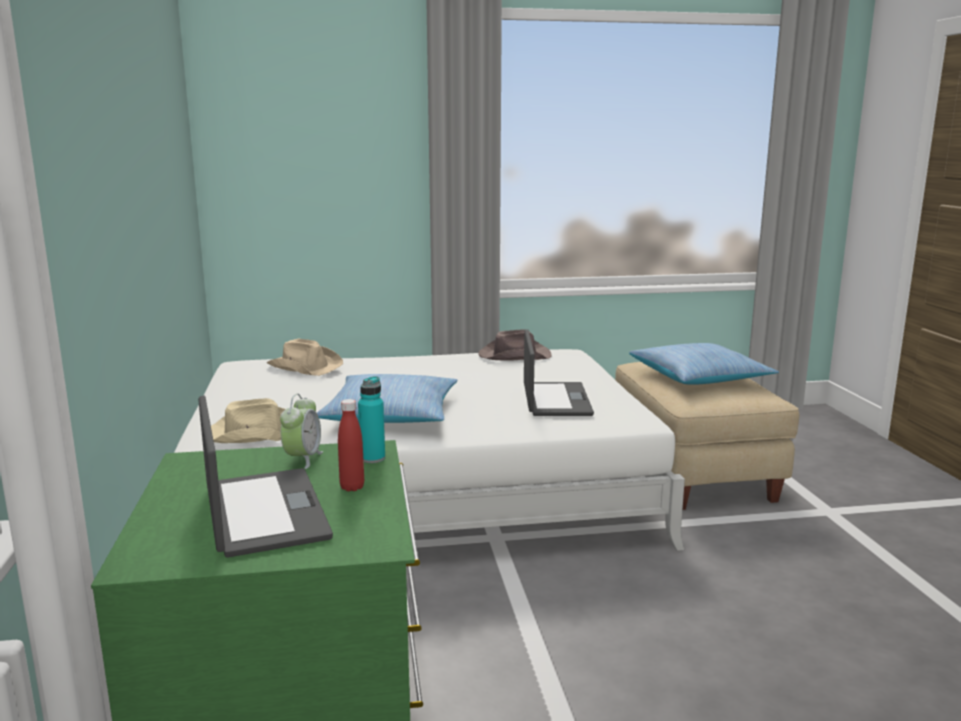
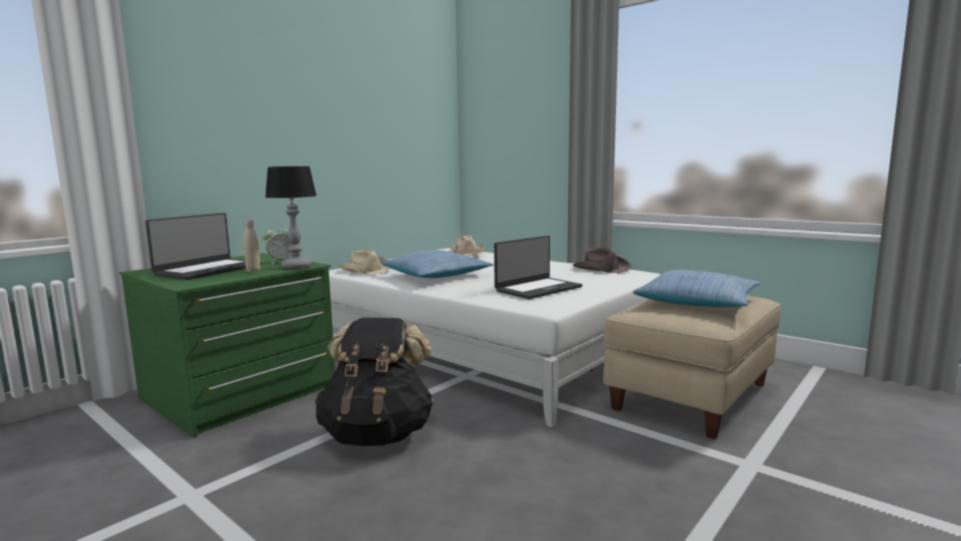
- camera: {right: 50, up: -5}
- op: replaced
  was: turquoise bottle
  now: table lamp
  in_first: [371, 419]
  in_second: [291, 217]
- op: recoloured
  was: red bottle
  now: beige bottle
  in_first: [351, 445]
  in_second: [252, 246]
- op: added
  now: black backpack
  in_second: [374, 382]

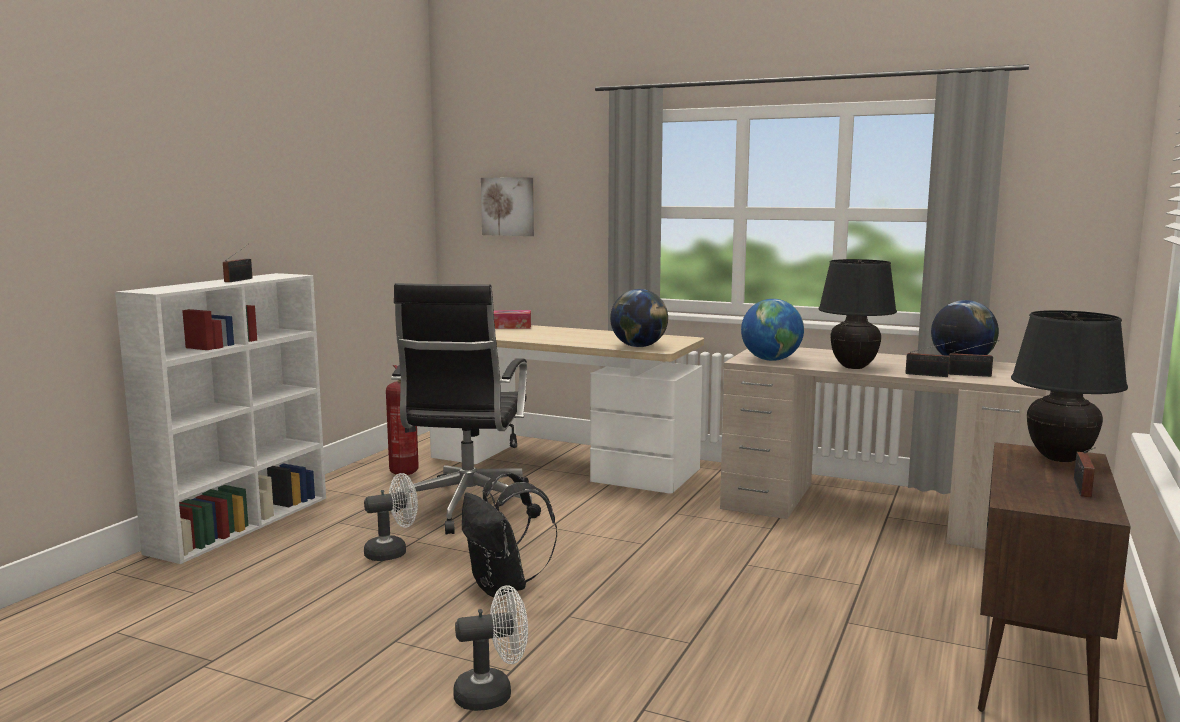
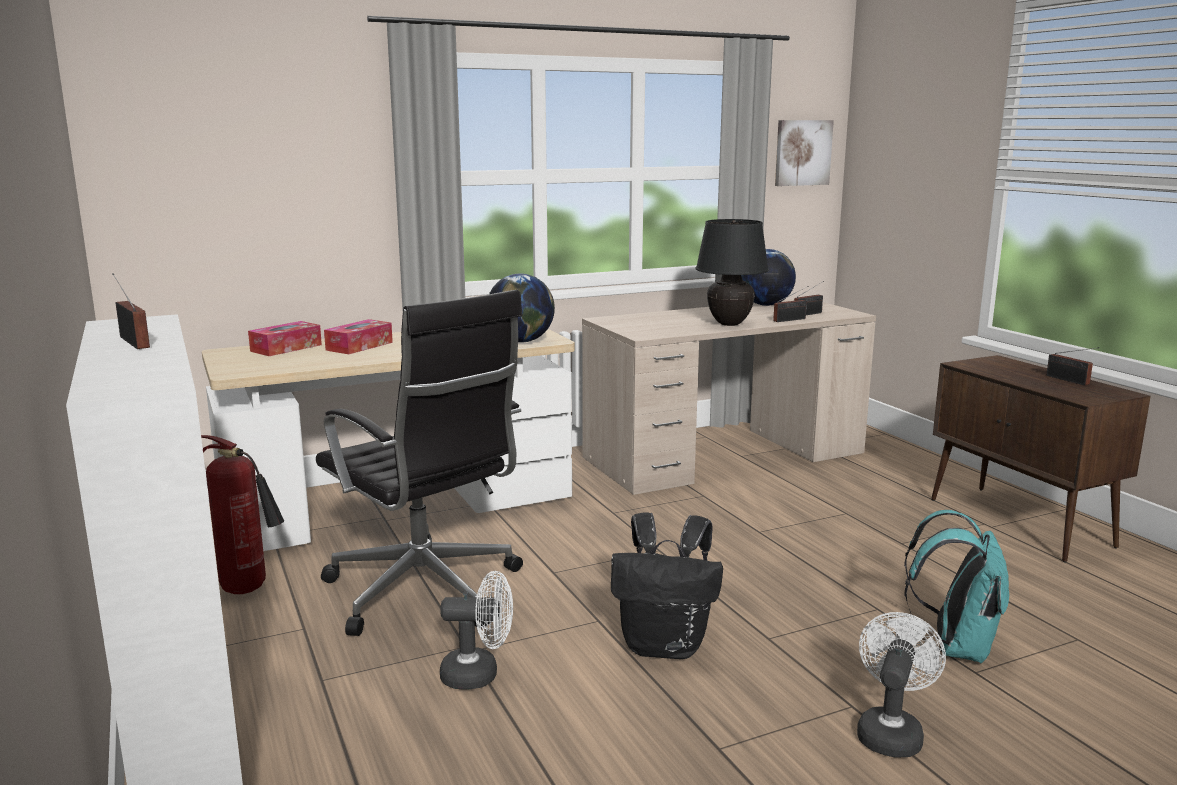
- camera: {right: -50, up: 5}
- op: moved
  was: picture
  in_first: [507, 206]
  in_second: [804, 153]
- op: removed
  was: globe
  in_first: [772, 330]
- op: removed
  was: black table lamp
  in_first: [1069, 386]
- op: turned
  was: white fan
  in_first: [391, 517]
  in_second: [476, 630]
  clockwise: 75
- op: added
  now: tissue box
  in_second: [358, 336]
- op: added
  now: turquoise backpack
  in_second: [956, 587]

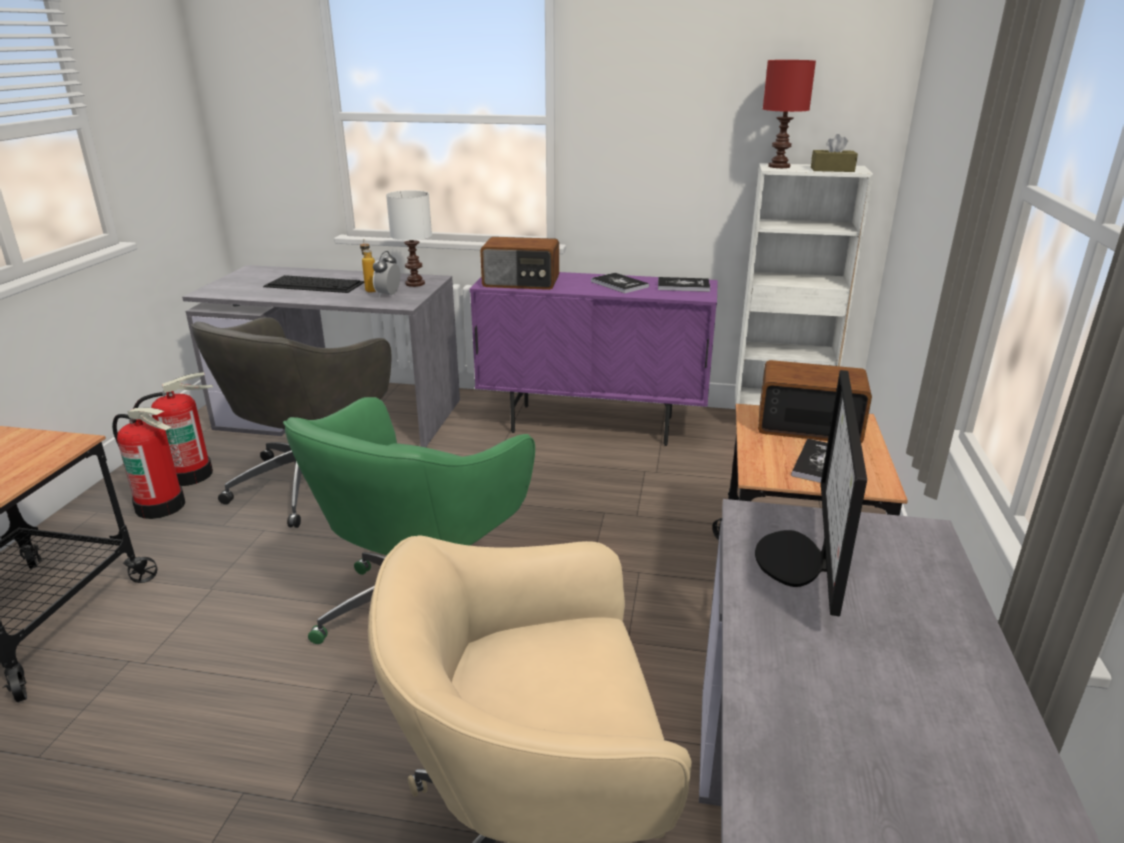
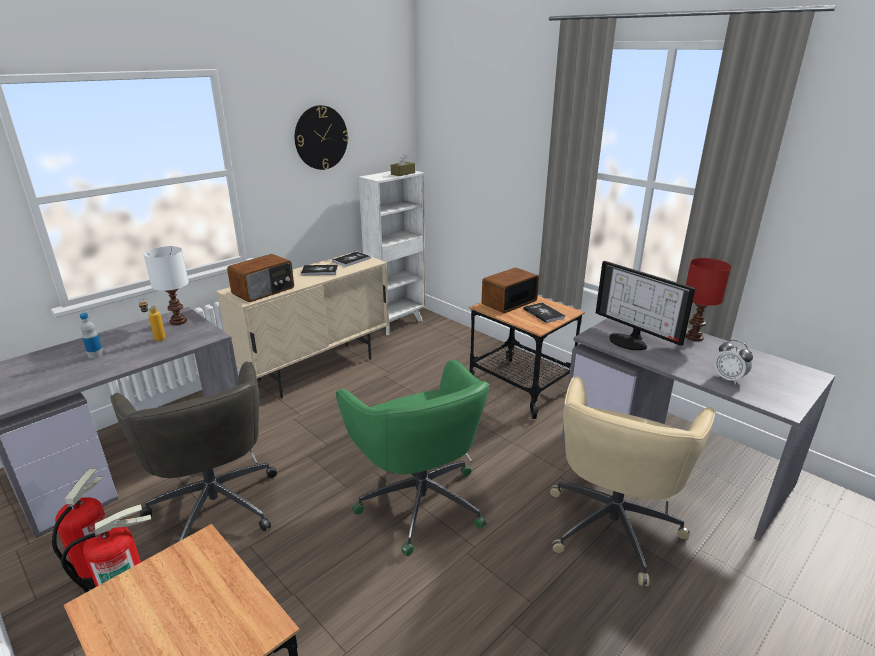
- camera: {right: -55, up: 0}
- op: moved
  was: red table lamp
  in_first: [789, 114]
  in_second: [708, 299]
- op: moved
  was: alarm clock
  in_first: [387, 274]
  in_second: [733, 362]
- op: recoloured
  was: purple cabinet
  now: beige cabinet
  in_first: [594, 359]
  in_second: [302, 325]
- op: replaced
  was: keyboard
  now: bottle
  in_first: [313, 284]
  in_second: [92, 335]
- op: added
  now: wall clock
  in_second: [322, 137]

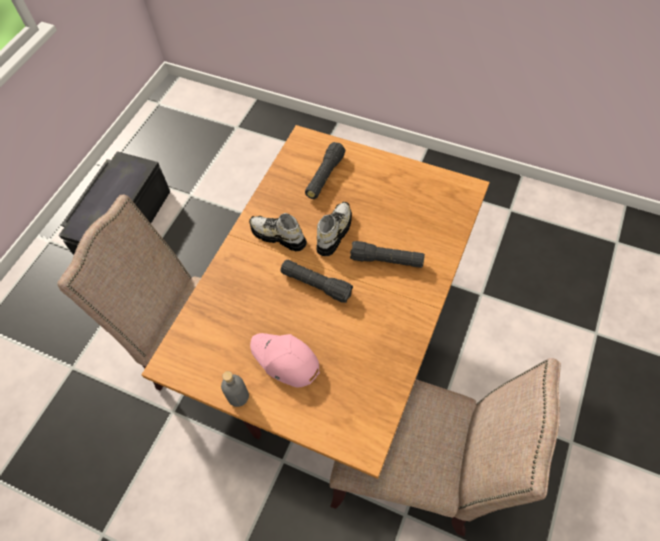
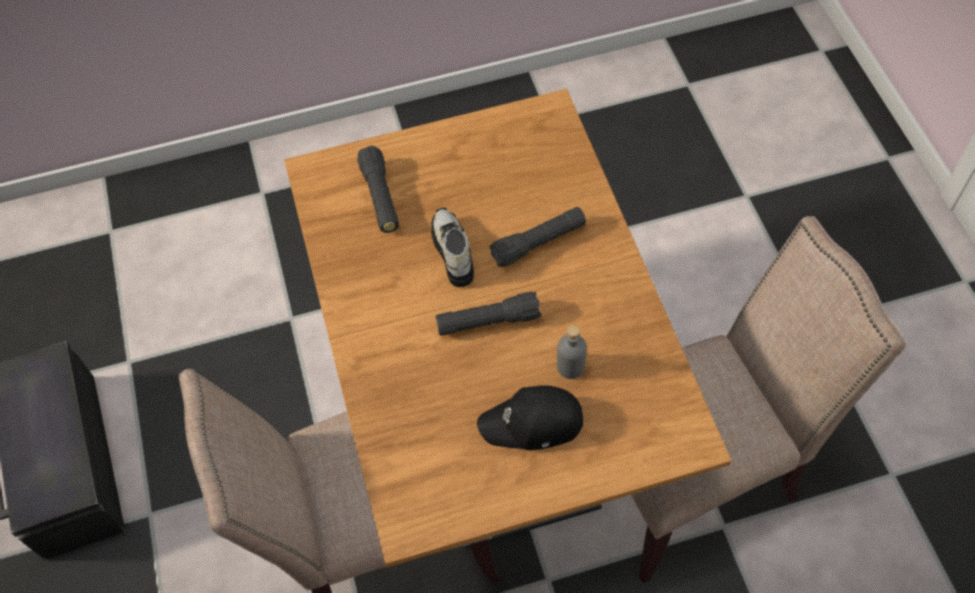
- camera: {right: -40, up: 0}
- op: removed
  was: shoe
  in_first: [278, 232]
- op: recoloured
  was: pink cap
  now: black cap
  in_first: [285, 360]
  in_second: [530, 417]
- op: moved
  was: grey bottle
  in_first: [235, 389]
  in_second: [572, 352]

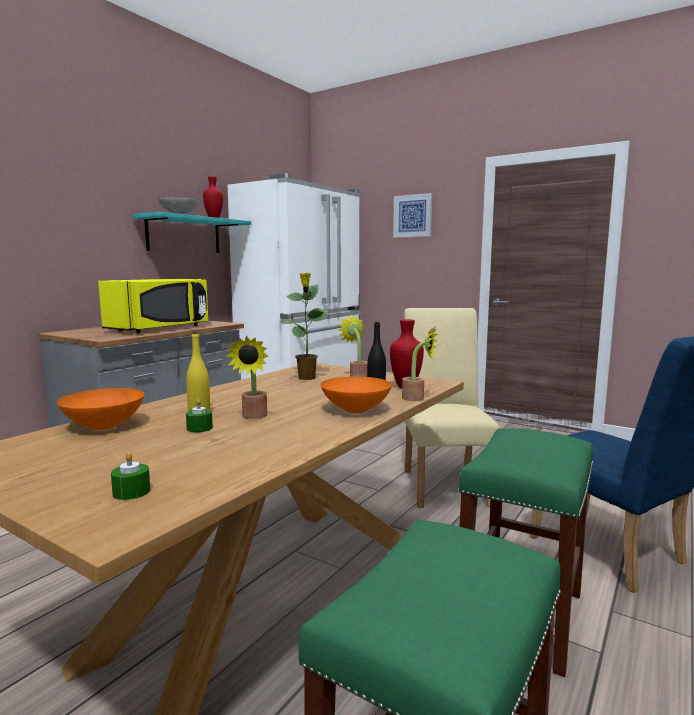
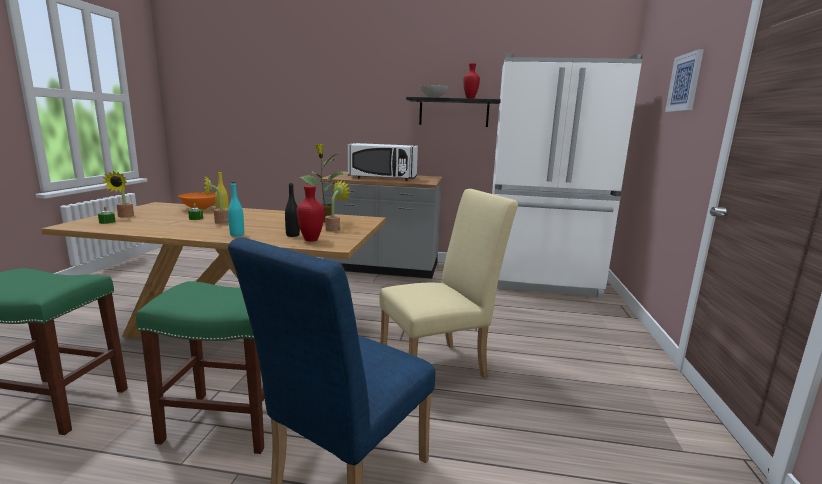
- camera: {right: 65, up: 5}
- op: recoloured
  was: turquoise shelf
  now: black shelf
  in_first: [192, 232]
  in_second: [453, 112]
- op: recoloured
  was: yellow microwave
  now: white microwave
  in_first: [153, 306]
  in_second: [383, 162]
- op: moved
  was: potted plant
  in_first: [420, 364]
  in_second: [118, 194]
- op: replaced
  was: orange bowl
  now: turquoise bottle
  in_first: [356, 394]
  in_second: [236, 209]

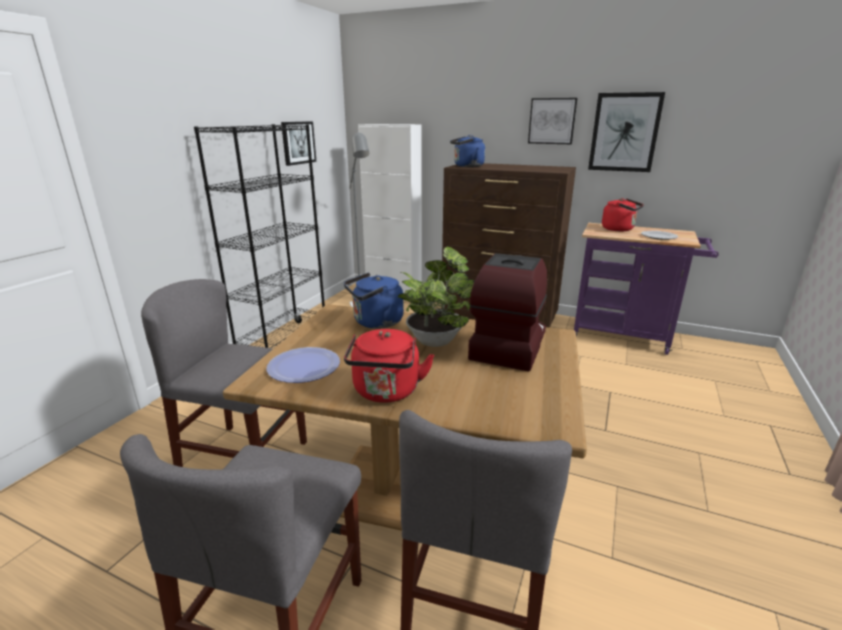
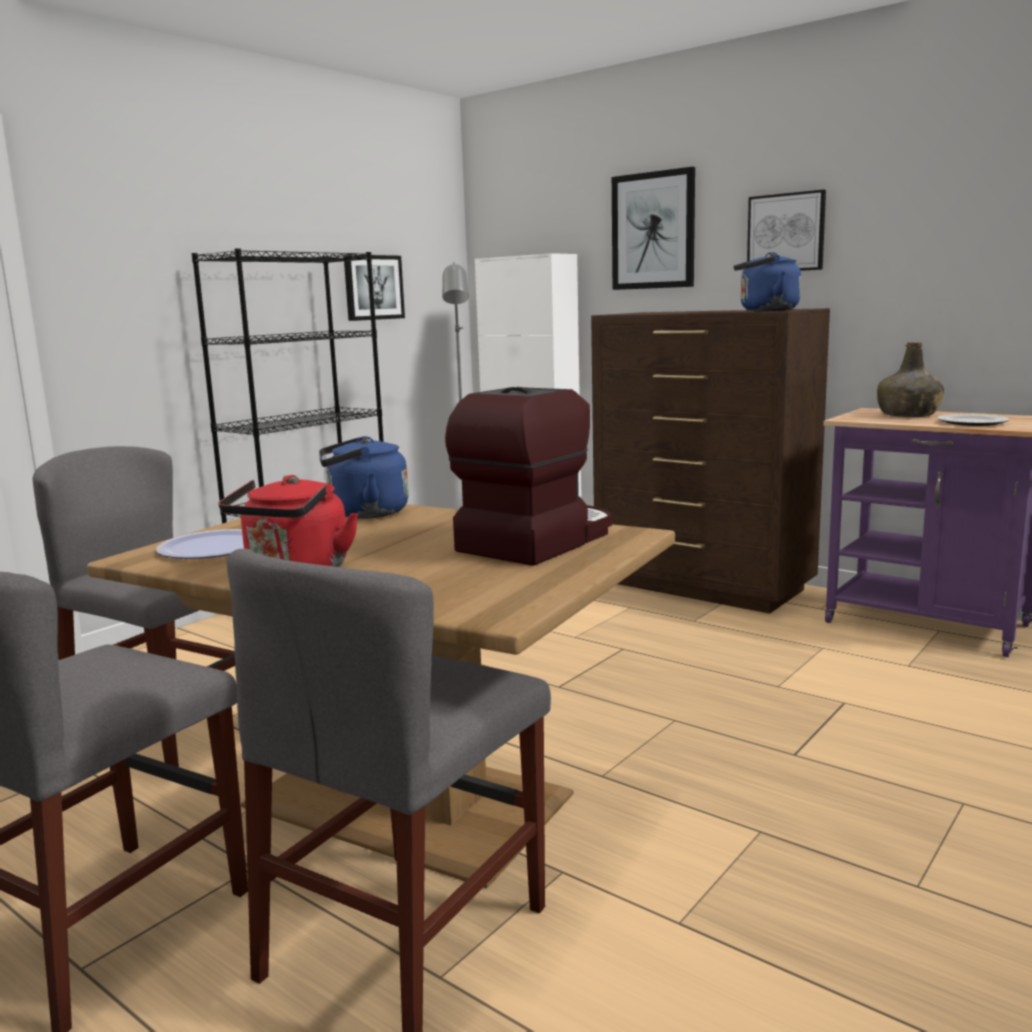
- camera: {right: 15, up: -10}
- op: moved
  was: picture
  in_first: [626, 132]
  in_second: [653, 228]
- op: moved
  was: blue kettle
  in_first: [467, 151]
  in_second: [767, 281]
- op: replaced
  was: red kettle
  now: green bottle
  in_first: [623, 214]
  in_second: [910, 379]
- op: removed
  was: potted plant
  in_first: [436, 296]

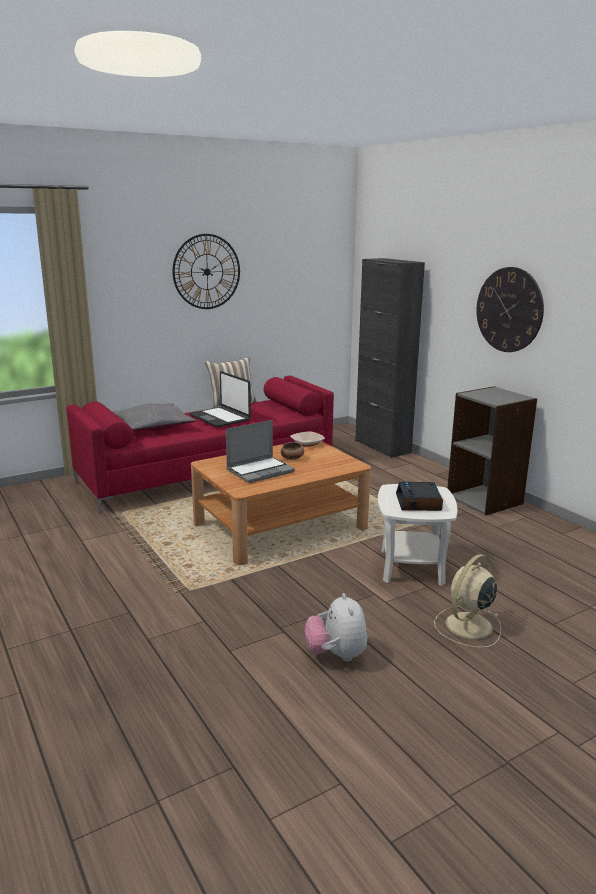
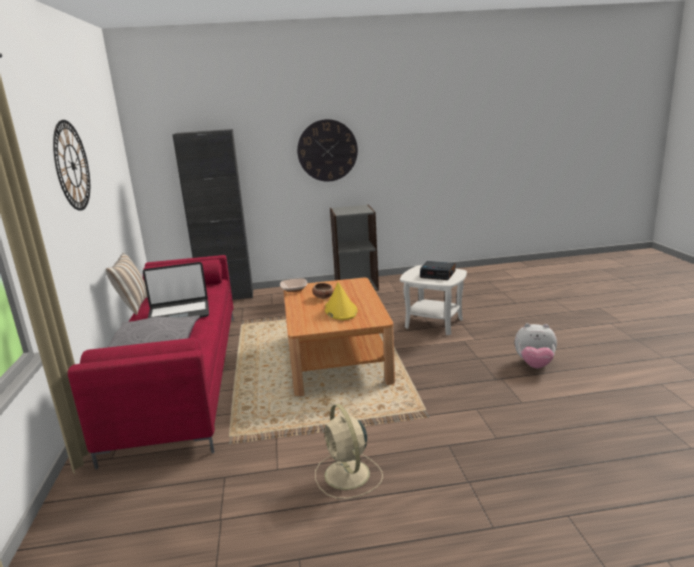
- camera: {right: -65, up: 0}
- op: replaced
  was: laptop
  now: yellow hat
  in_first: [260, 451]
  in_second: [341, 301]
- op: moved
  was: beige fan
  in_first: [467, 601]
  in_second: [349, 451]

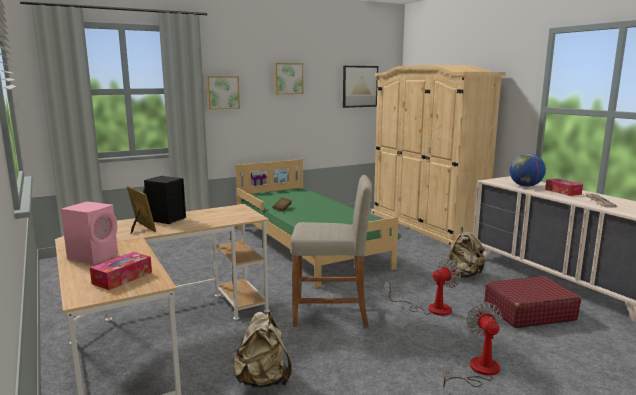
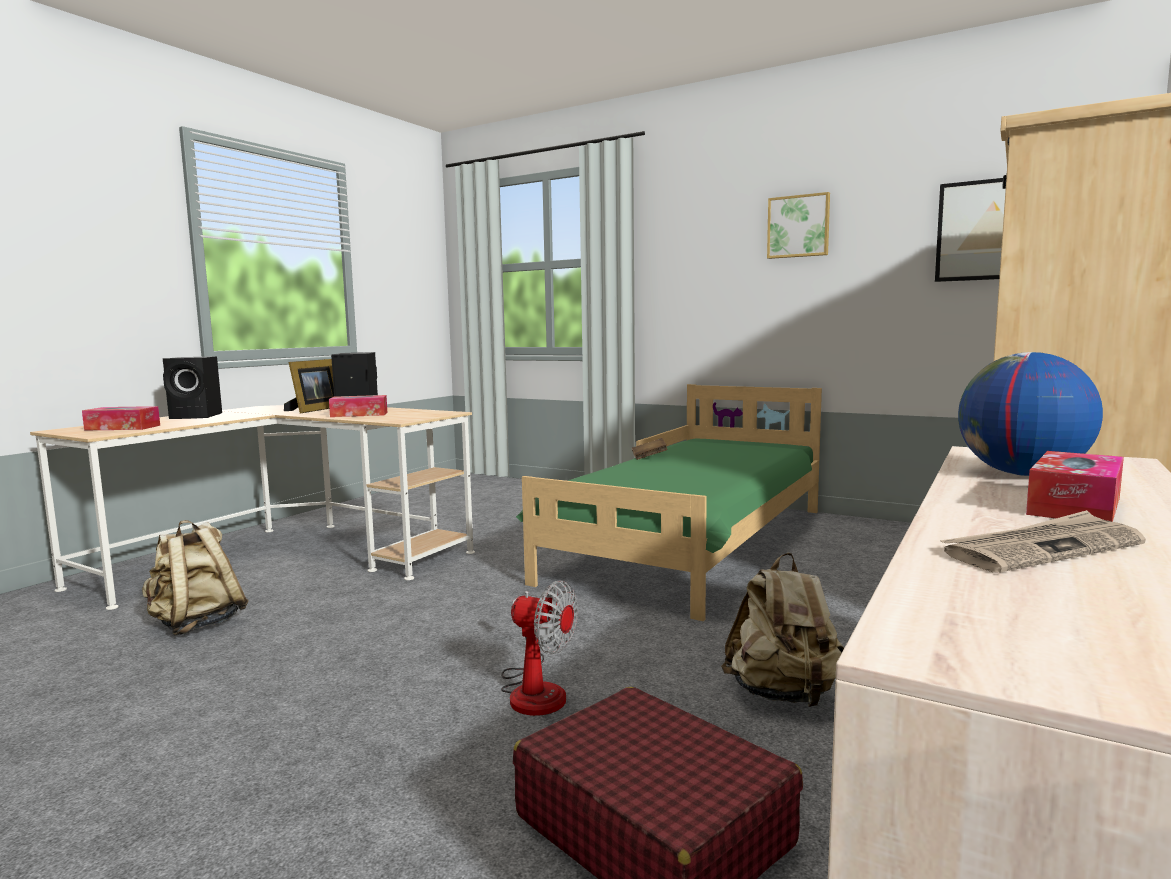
- camera: {right: 60, up: -5}
- op: removed
  was: picture
  in_first: [223, 93]
- op: removed
  was: beige stool
  in_first: [331, 251]
- op: recoloured
  was: pink speaker
  now: black speaker
  in_first: [89, 232]
  in_second: [192, 387]
- op: removed
  was: fan
  in_first: [473, 345]
- op: added
  now: tissue box
  in_second: [358, 406]

